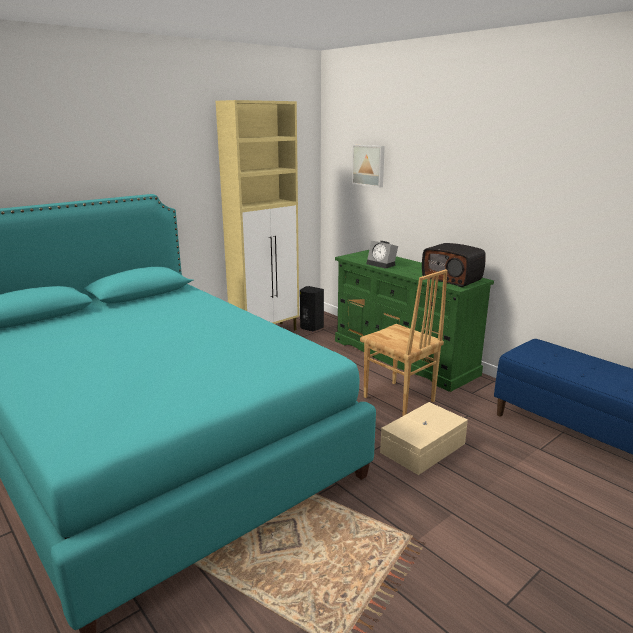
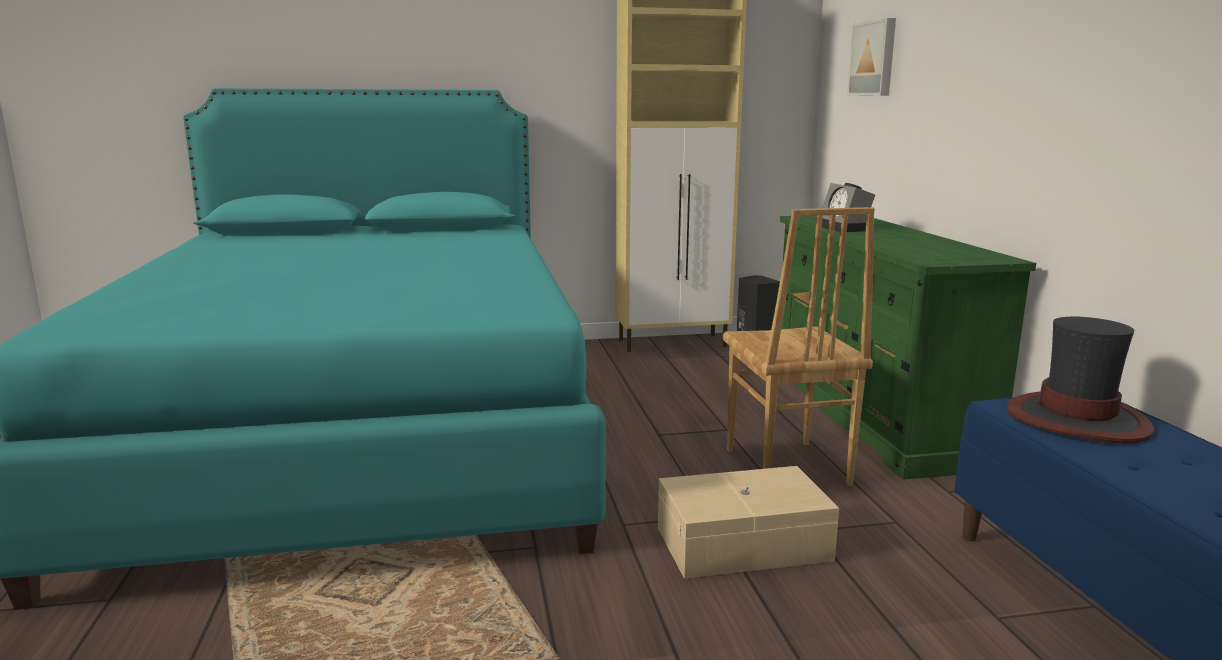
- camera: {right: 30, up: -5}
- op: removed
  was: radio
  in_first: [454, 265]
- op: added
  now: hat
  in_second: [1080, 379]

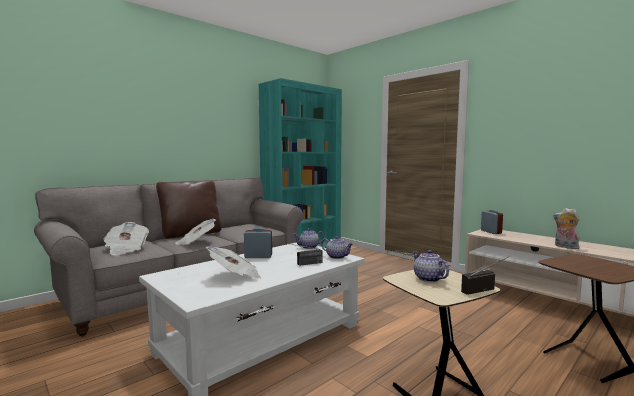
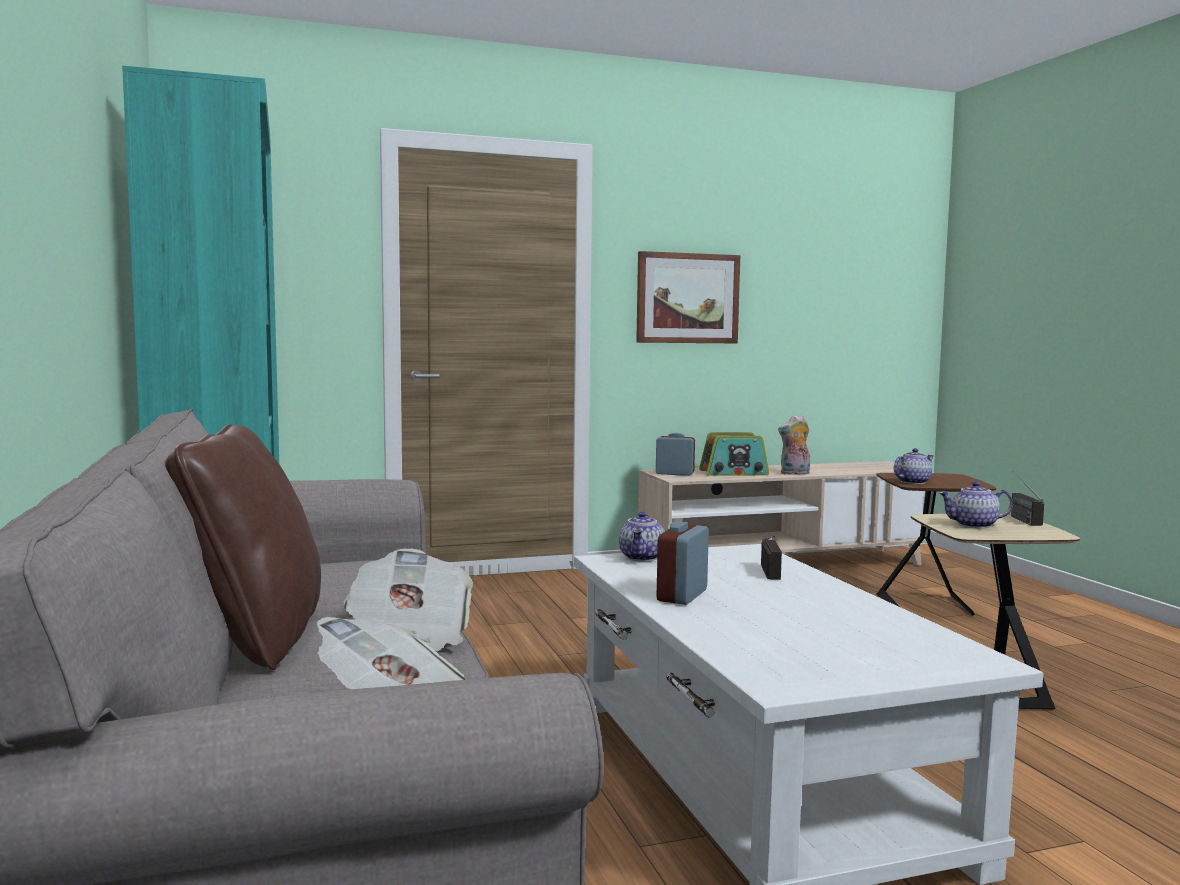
- camera: {right: -65, up: 0}
- op: moved
  was: teapot
  in_first: [337, 247]
  in_second: [914, 466]
- op: removed
  was: newspaper
  in_first: [234, 262]
- op: added
  now: picture
  in_second: [688, 297]
- op: added
  now: radio
  in_second: [734, 454]

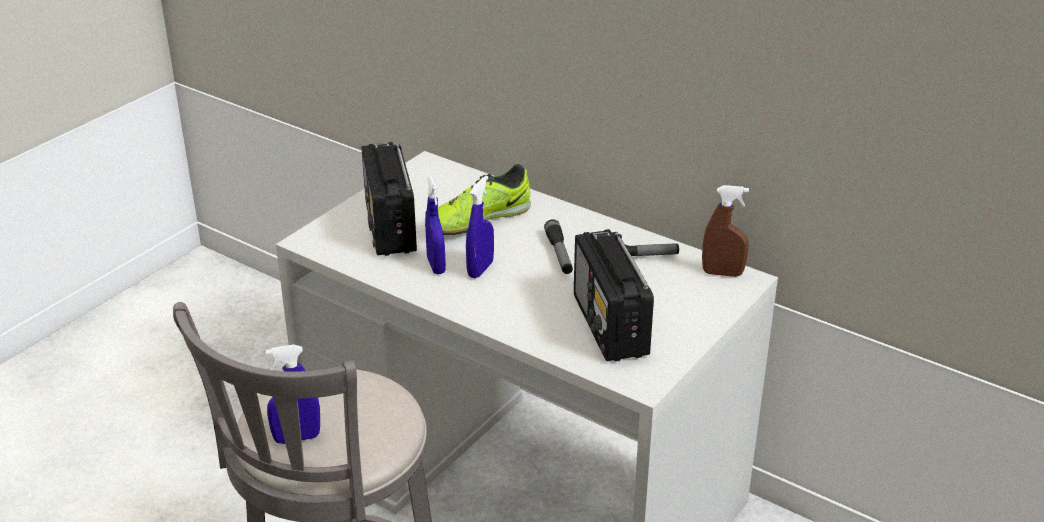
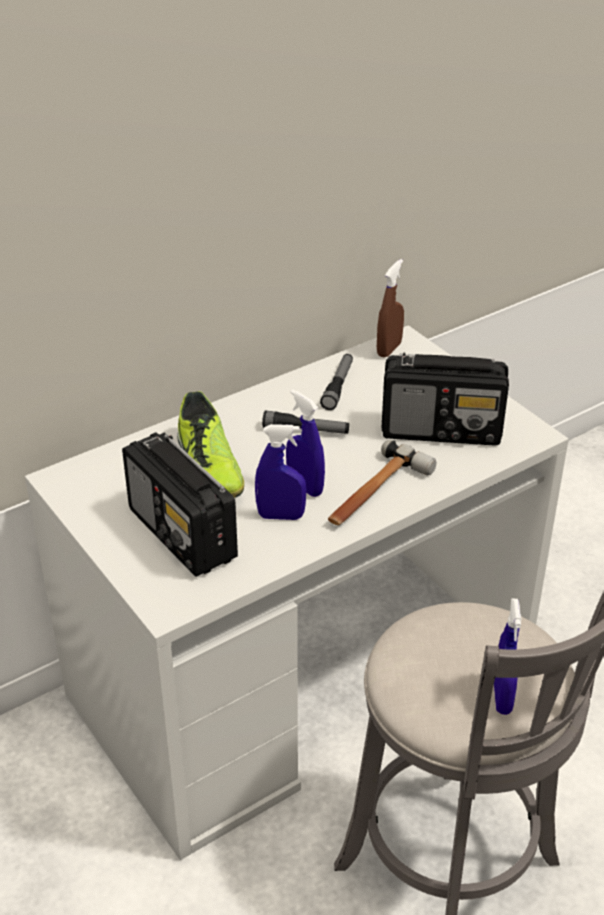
- camera: {right: -70, up: 5}
- op: turned
  was: radio
  in_first: [389, 199]
  in_second: [180, 504]
  clockwise: 45
- op: added
  now: hammer
  in_second: [382, 482]

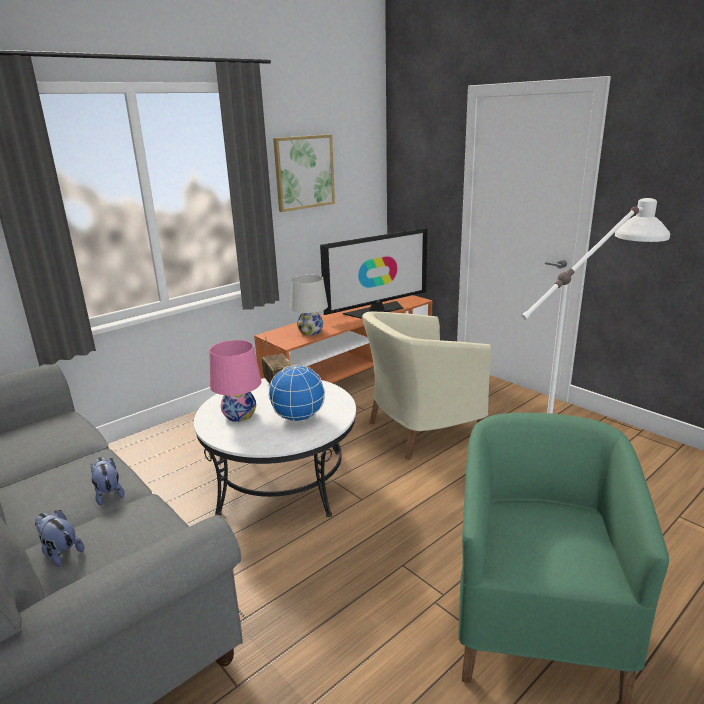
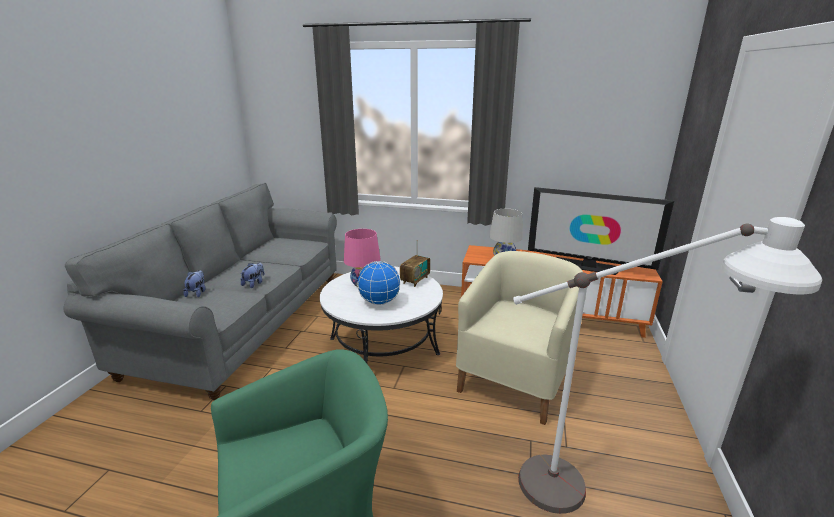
- camera: {right: 55, up: 0}
- op: removed
  was: picture
  in_first: [304, 173]
- op: turned
  was: beige armchair
  in_first: [427, 386]
  in_second: [519, 338]
  clockwise: 90

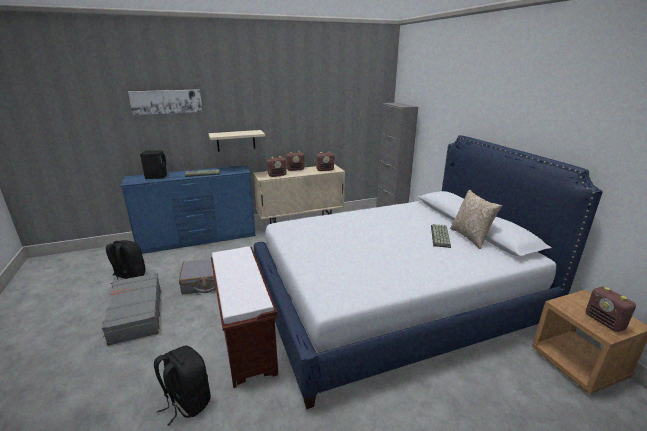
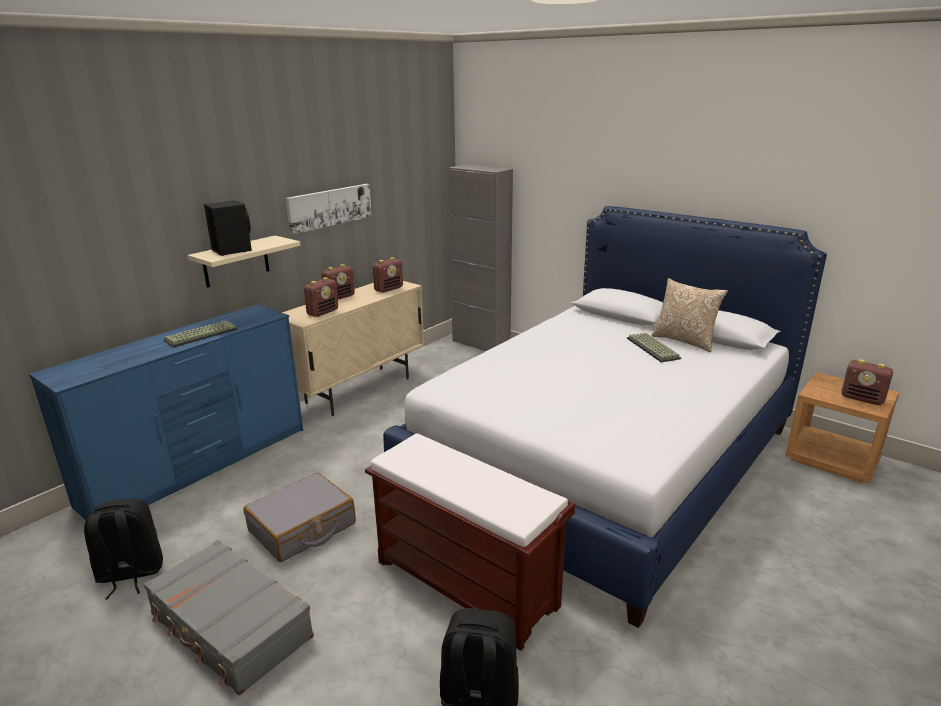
- camera: {right: -30, up: 0}
- op: moved
  was: picture
  in_first: [165, 102]
  in_second: [328, 209]
- op: moved
  was: black speaker
  in_first: [153, 164]
  in_second: [228, 228]

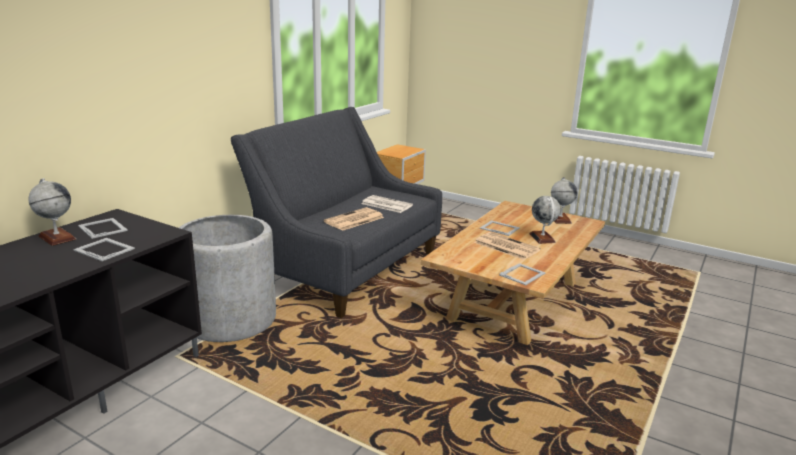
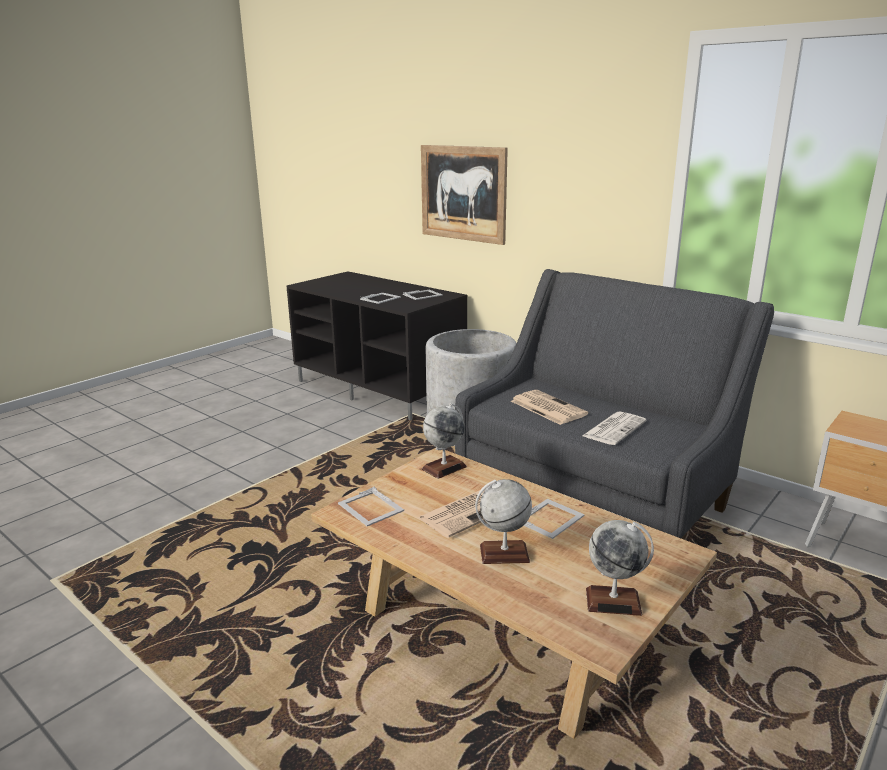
- camera: {right: 100, up: 0}
- op: moved
  was: globe
  in_first: [52, 212]
  in_second: [444, 441]
- op: added
  now: picture
  in_second: [464, 195]

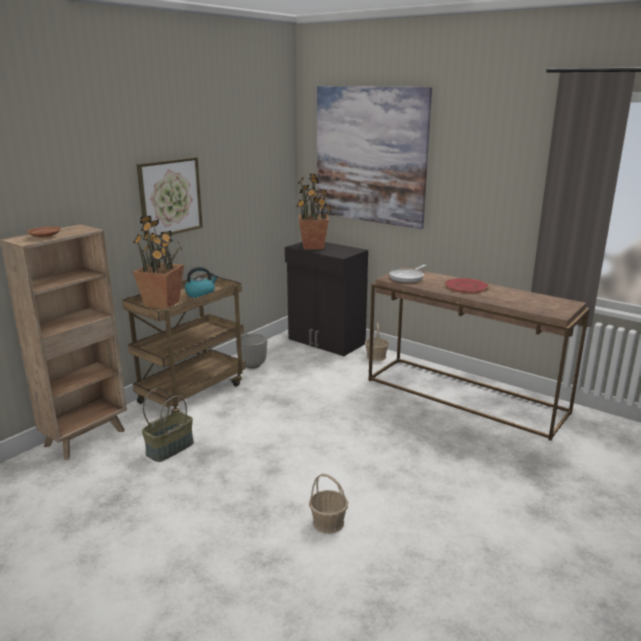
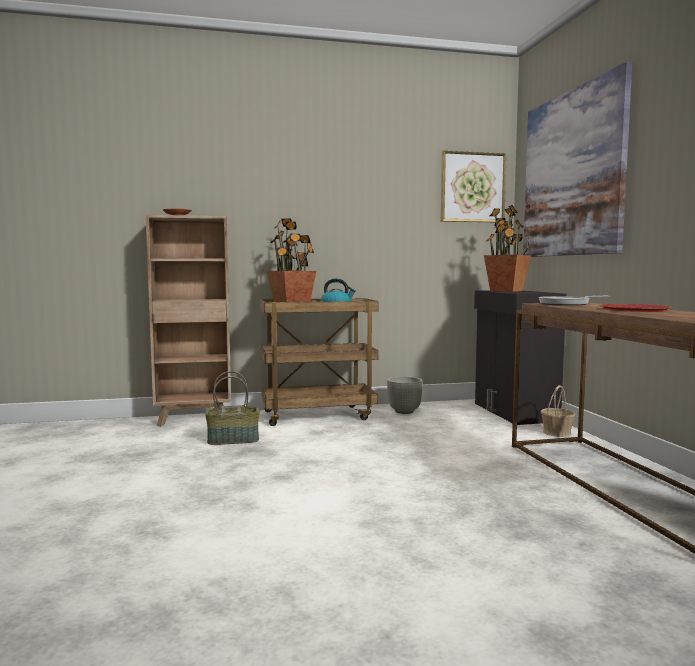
- camera: {right: 40, up: -15}
- op: moved
  was: picture
  in_first: [170, 198]
  in_second: [474, 186]
- op: removed
  was: basket
  in_first: [328, 504]

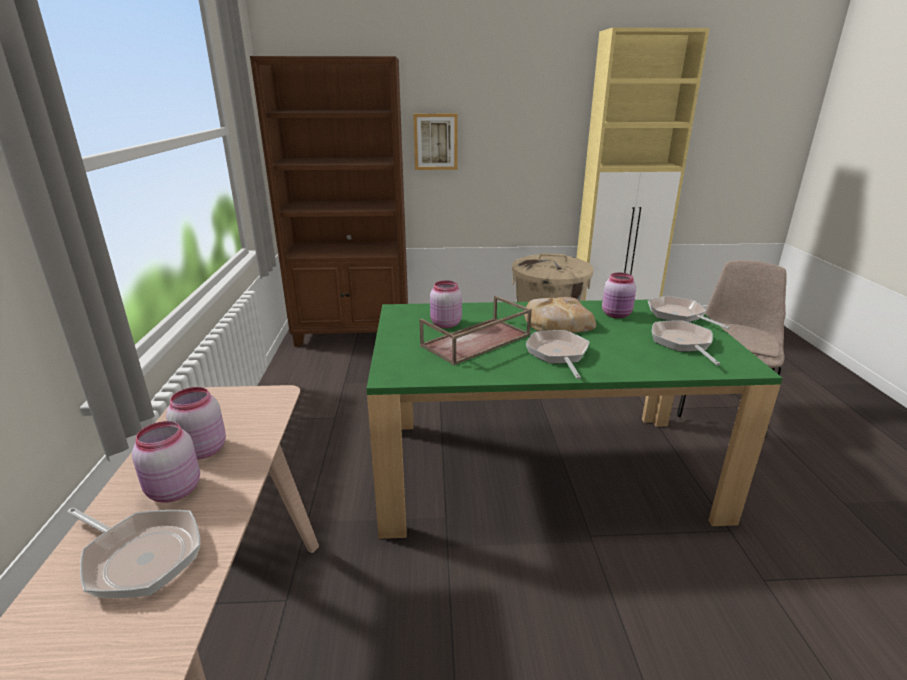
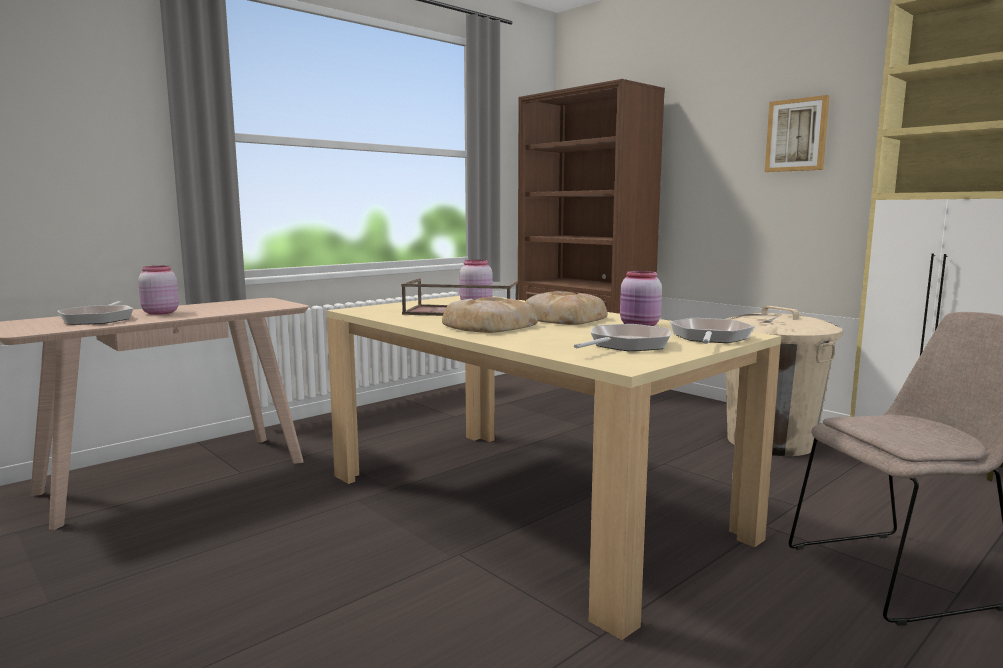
- camera: {right: 50, up: -15}
- op: moved
  was: picture
  in_first: [435, 142]
  in_second: [797, 133]
- op: recoloured
  was: green dining table
  now: beige dining table
  in_first: [574, 419]
  in_second: [554, 468]
- op: replaced
  was: frying pan
  now: bread
  in_first: [557, 354]
  in_second: [490, 315]
- op: removed
  was: pink jar
  in_first: [196, 423]

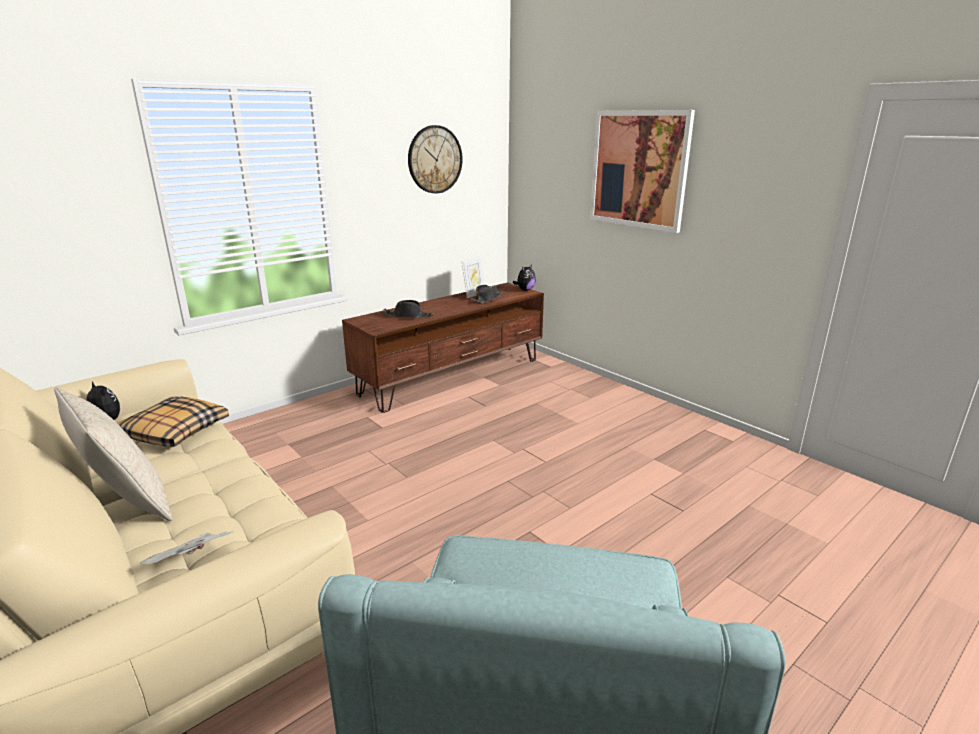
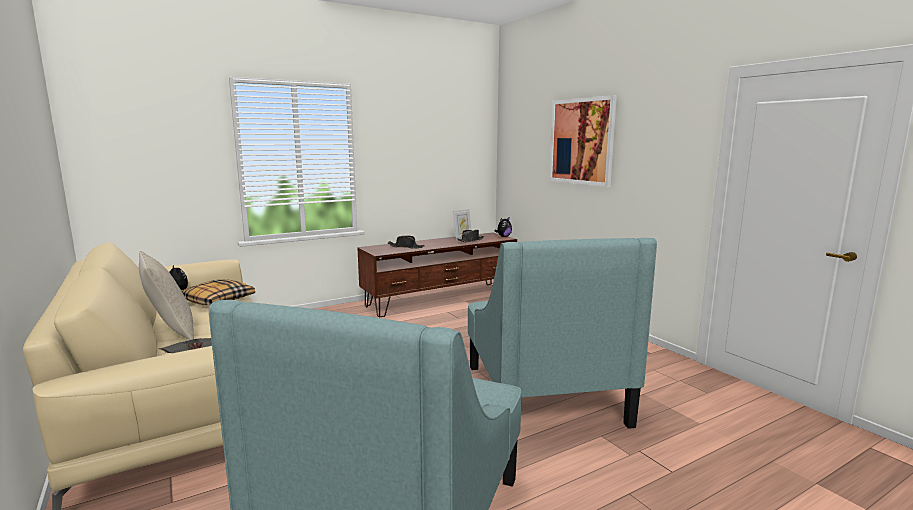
- camera: {right: 10, up: -10}
- op: removed
  was: wall clock
  in_first: [435, 159]
- op: added
  now: turquoise armchair
  in_second: [562, 333]

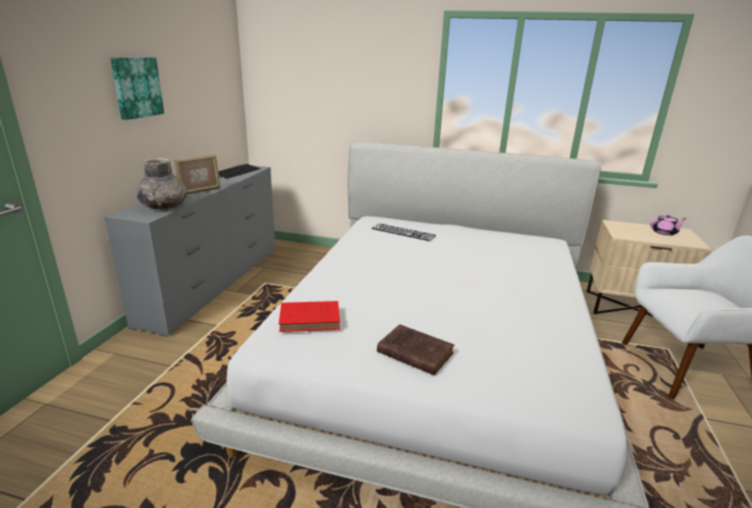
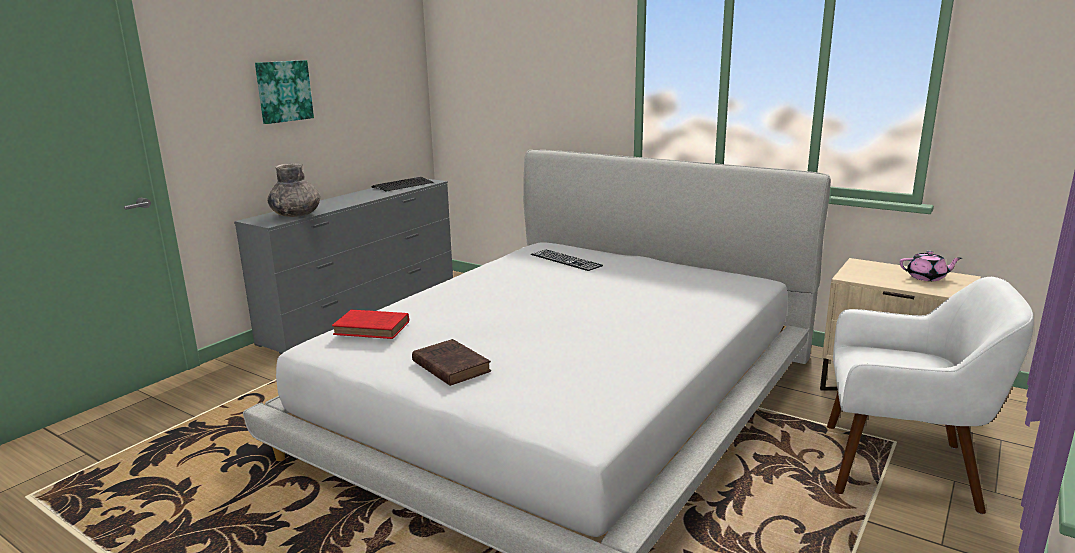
- camera: {right: 20, up: -5}
- op: removed
  was: picture frame
  in_first: [197, 174]

